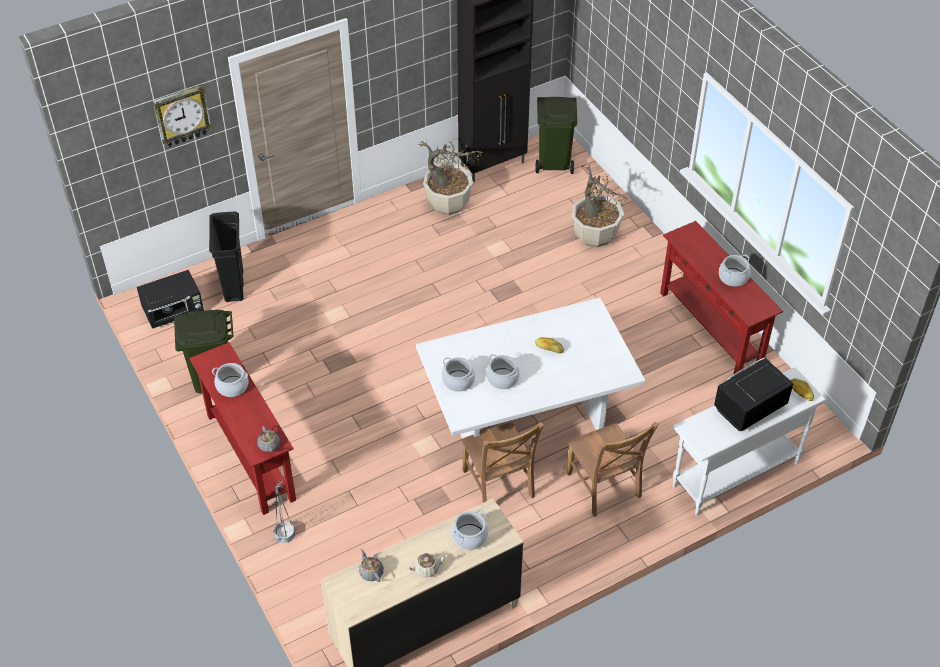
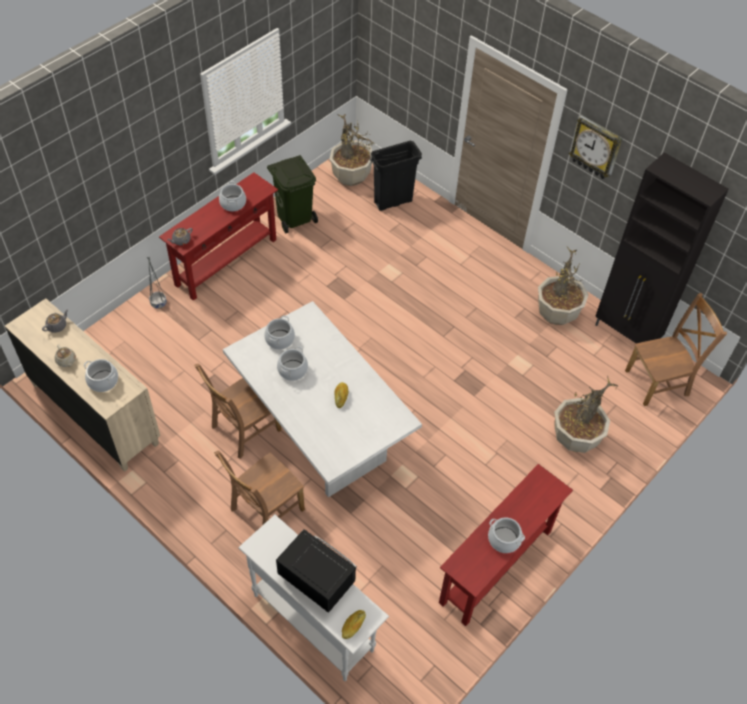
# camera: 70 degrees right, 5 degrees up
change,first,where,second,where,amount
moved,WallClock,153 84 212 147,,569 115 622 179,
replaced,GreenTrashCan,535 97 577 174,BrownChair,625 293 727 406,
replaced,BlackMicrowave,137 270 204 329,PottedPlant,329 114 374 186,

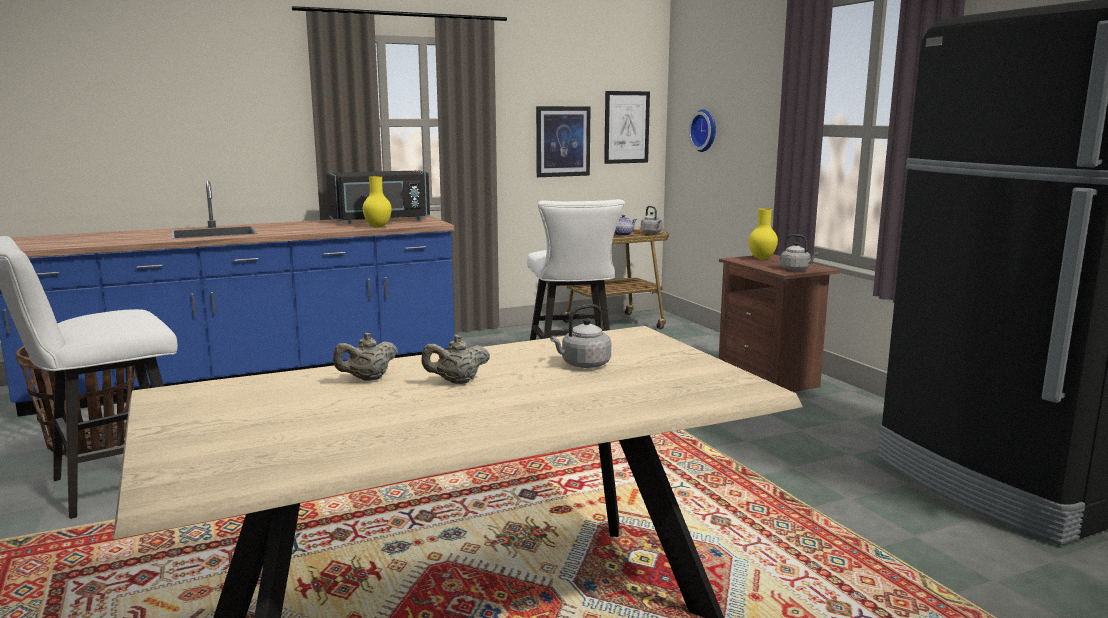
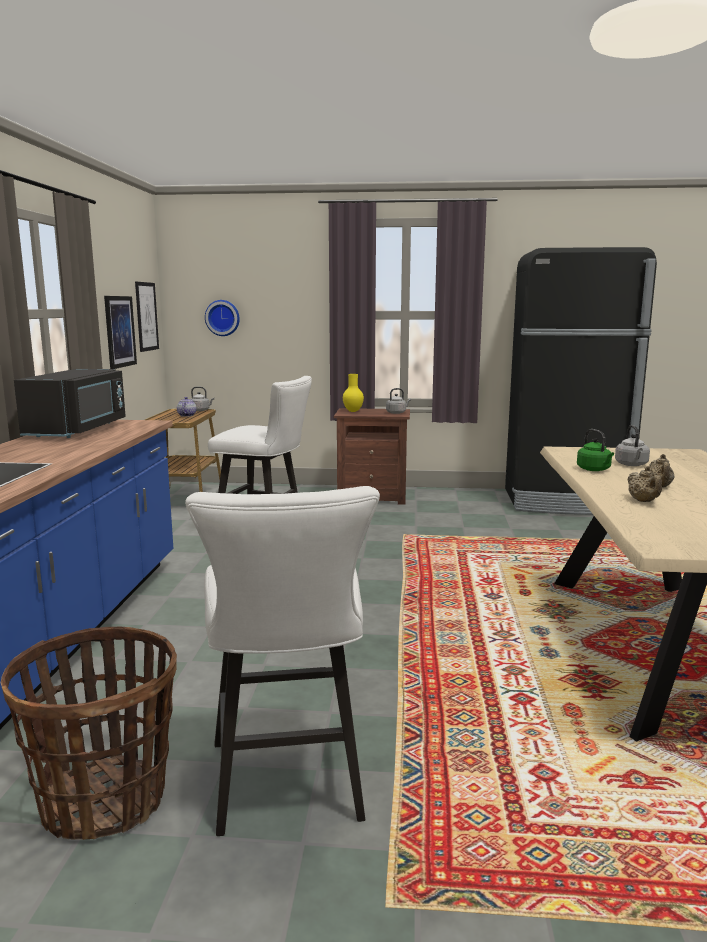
# camera: 60 degrees left, 0 degrees up
change,first,where,second,where,amount
removed,YellowVase,363 176 392 228,,,
added,,,GreenKettle,577 429 614 471,

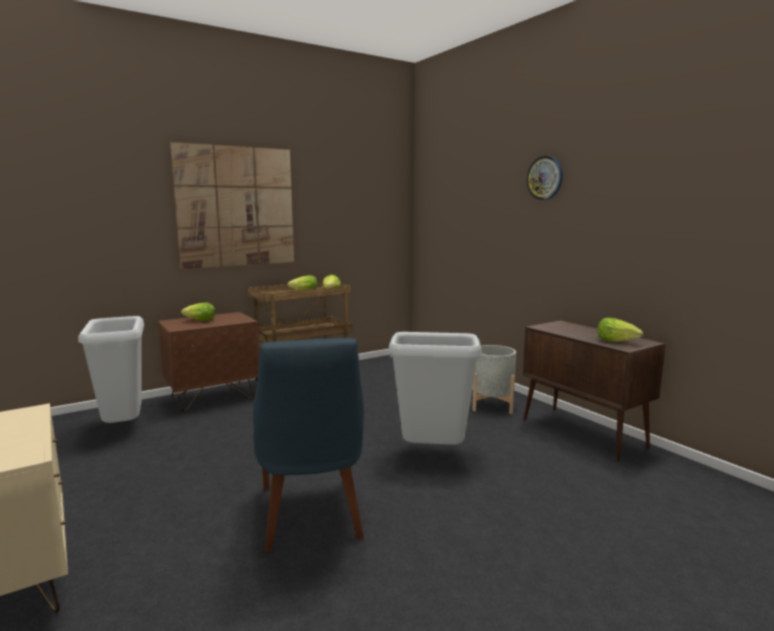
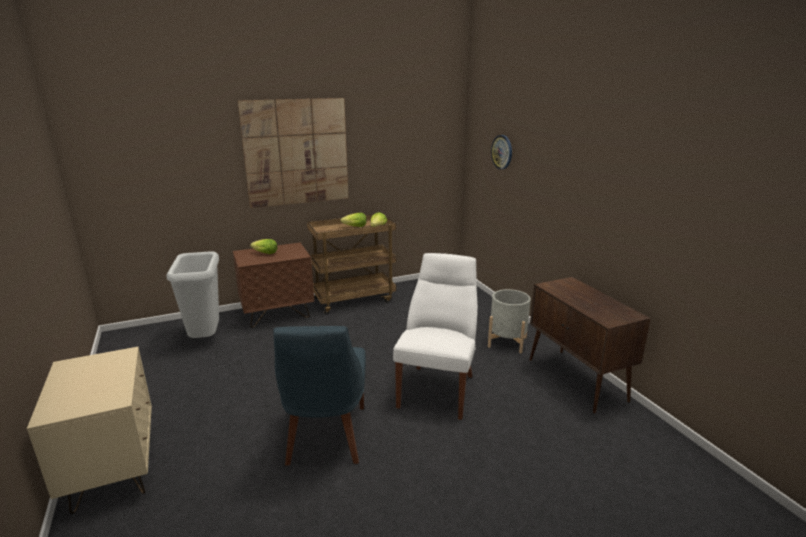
# camera: 10 degrees right, 10 degrees up
change,first,where,second,where,amount
moved,WallClock,526 156 563 200,,491 135 512 169,
removed,Lettuce,597 318 643 342,,,
replaced,GreyTrashCan,389 332 481 445,WhiteChair,393 253 478 420,

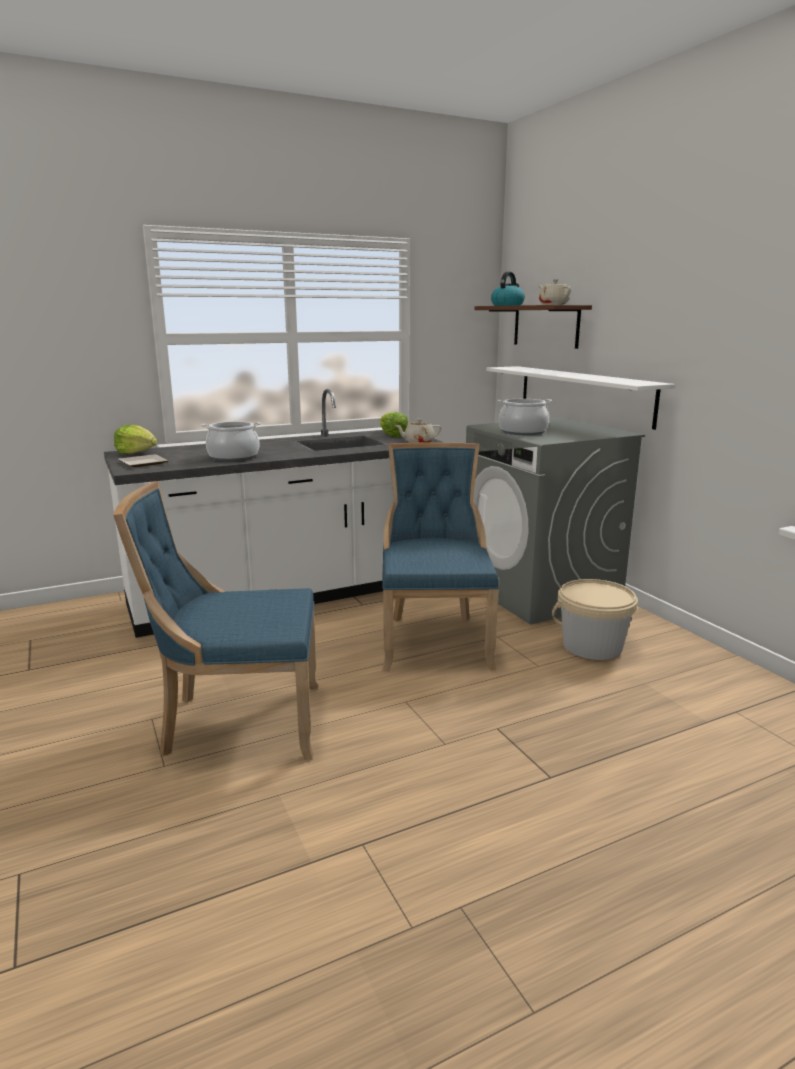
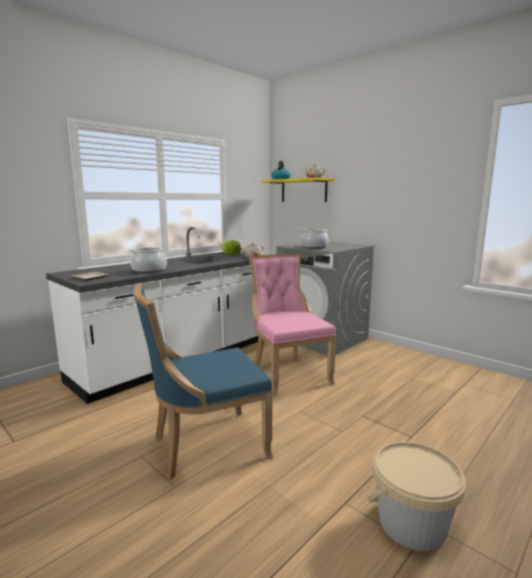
# camera: 20 degrees left, 5 degrees down
change,first,where,second,where,amount
recoloured,BrownShelf,474 305 592 349,YellowShelf,261 177 335 202,
removed,WhiteShelf,486 366 675 430,,,
removed,Lettuce,114 425 157 454,,,
recoloured,BlueChair,382 443 499 671,PinkChair,249 254 336 396,
moved,BeigeBucket,552 579 638 660,,368 442 466 551,

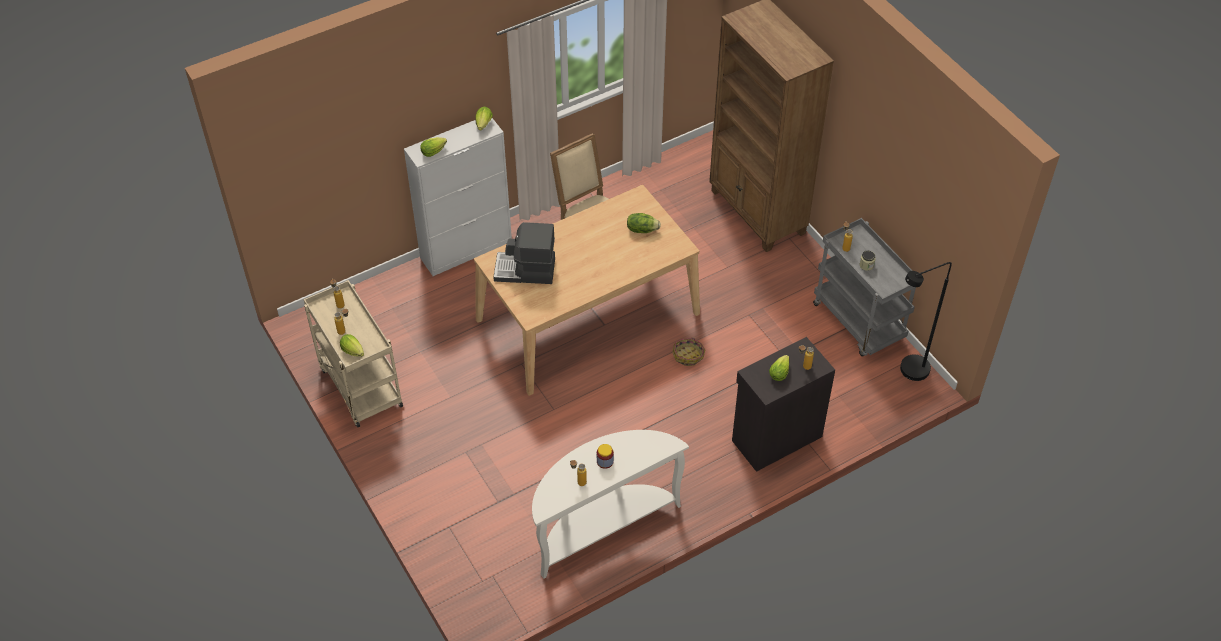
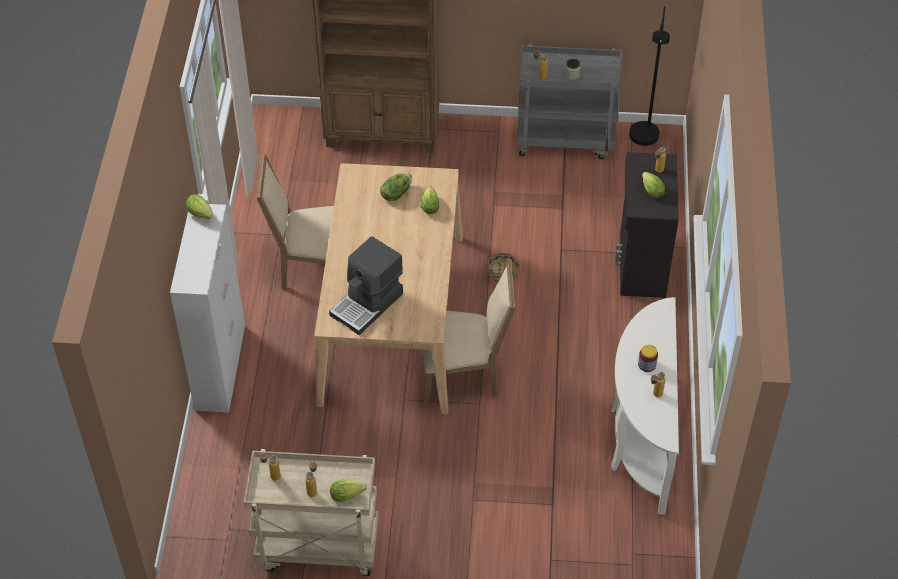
# camera: 55 degrees left, 0 degrees up
change,first,where,second,where,amount
moved,Lettuce,420 137 447 157,,420 187 439 214,
added,,,BeigeChair,422 258 515 405,

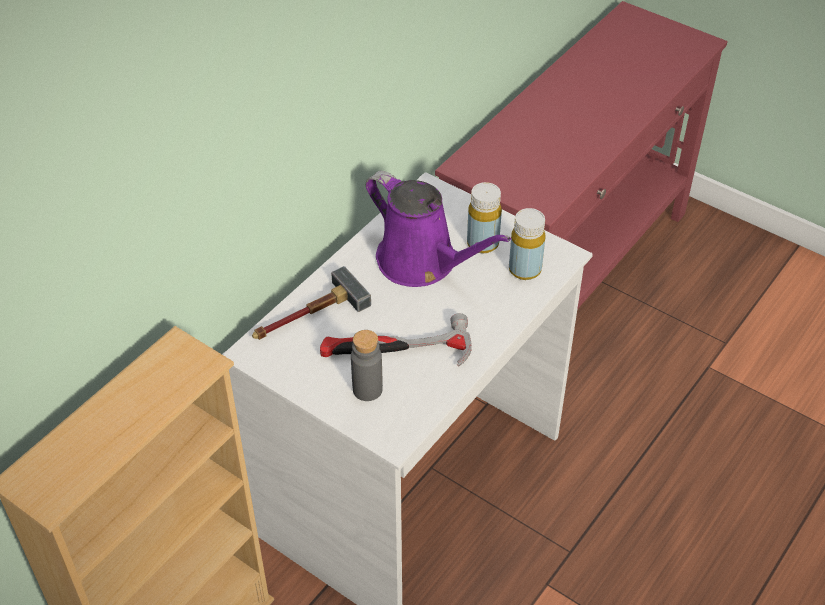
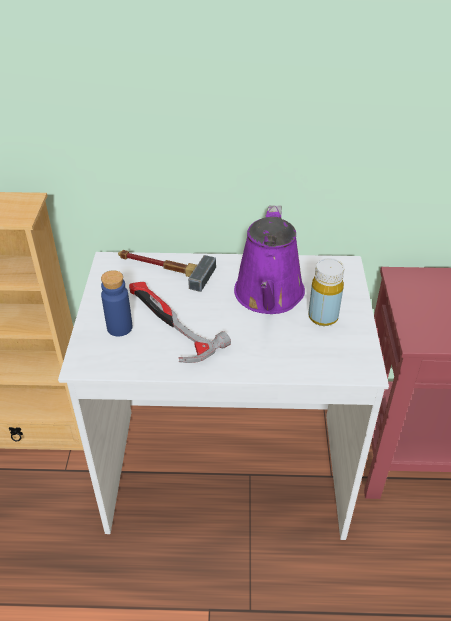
# camera: 55 degrees right, 5 degrees down
change,first,where,second,where,amount
removed,YellowBottle,509 208 545 280,,,
recoloured,GreyBottle,351 330 383 401,BlueBottle,101 270 132 336,

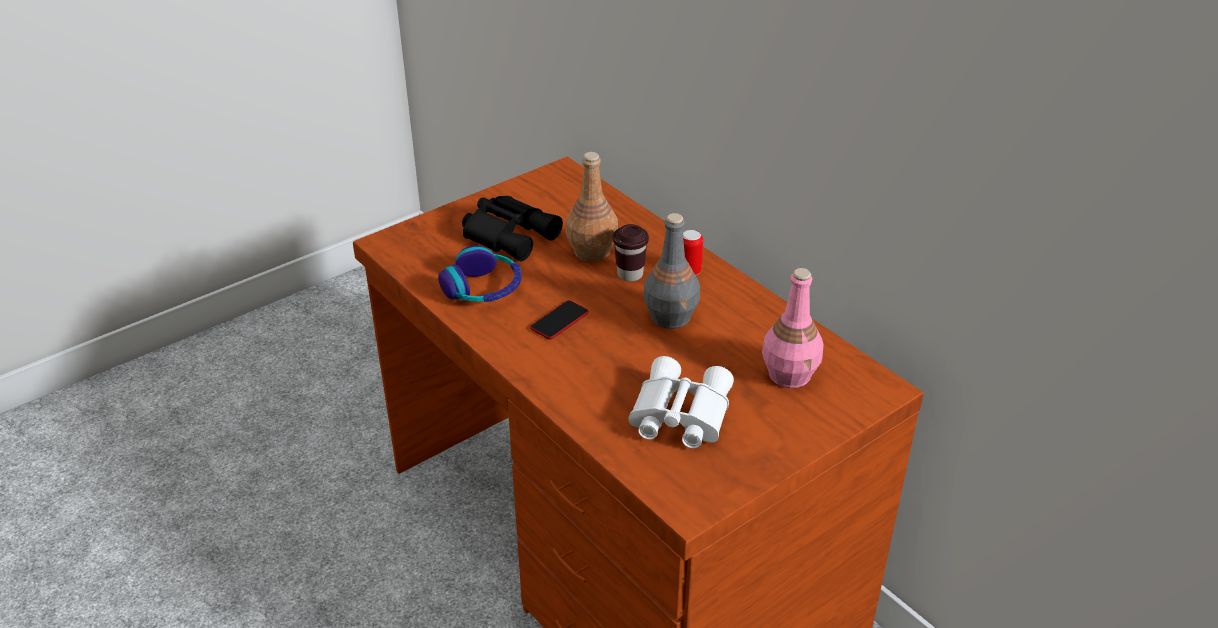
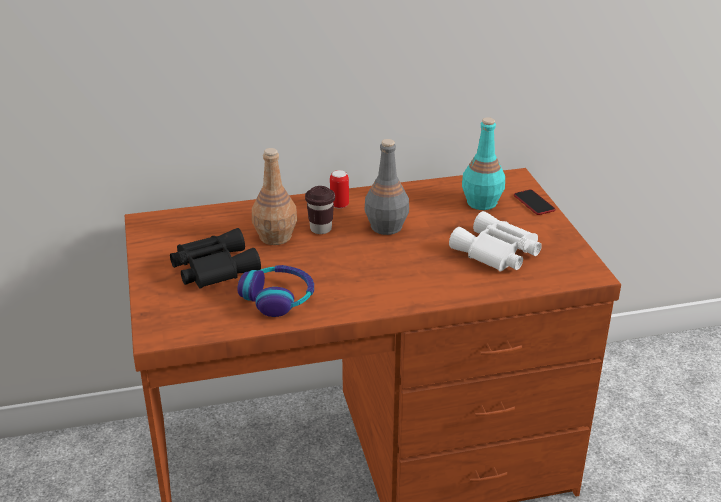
# camera: 65 degrees left, 5 degrees down
change,first,where,second,where,amount
recoloured,PinkBottle,762 268 824 388,TurquoiseBottle,462 117 505 210,
moved,Phone,530 300 589 339,,514 189 556 215,

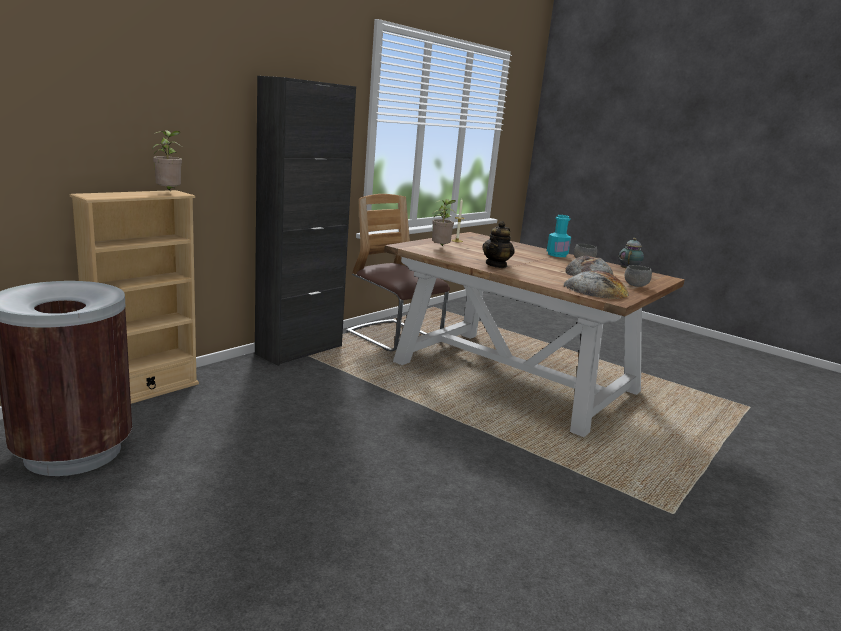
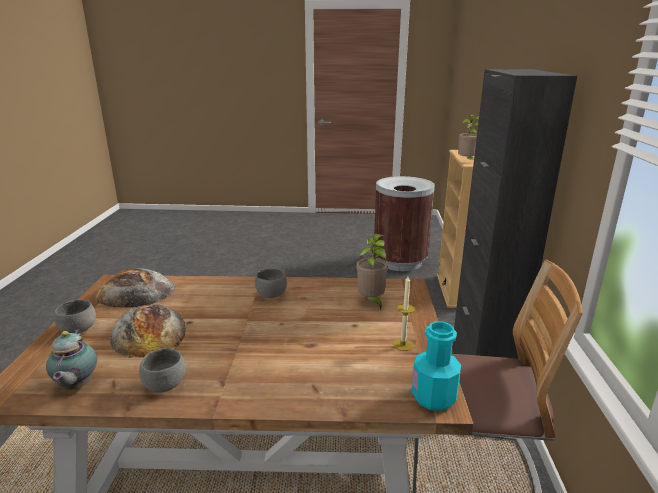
# camera: 145 degrees right, 5 degrees up
change,first,where,second,where,amount
moved,TurquoiseBottle,547 215 571 257,,412 321 461 411,
replaced,Teapot,482 221 515 268,GreyBowl,255 268 287 298,

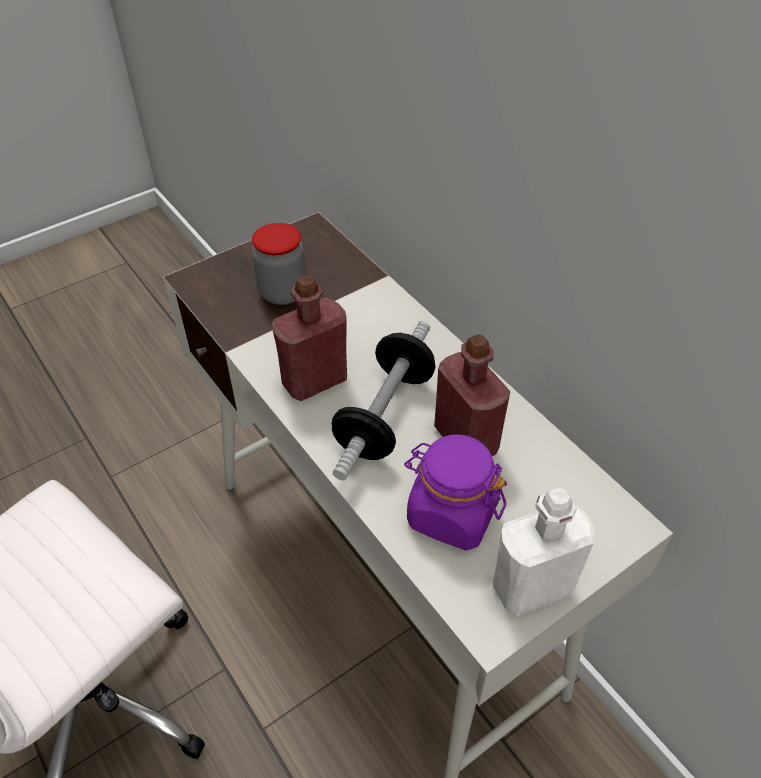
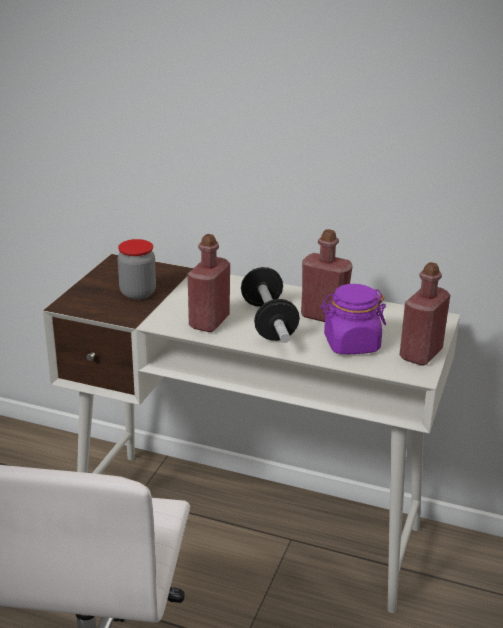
# camera: 35 degrees left, 20 degrees down
change,first,where,second,where,amount
recoloured,WhiteBottle,493 488 596 617,RedBottle,399 262 450 366,

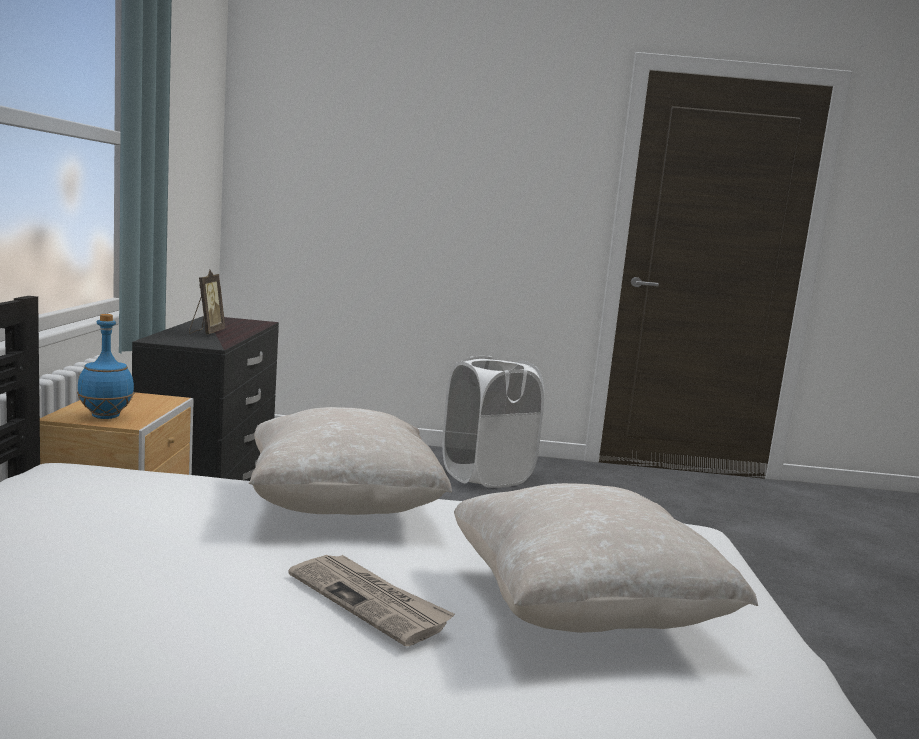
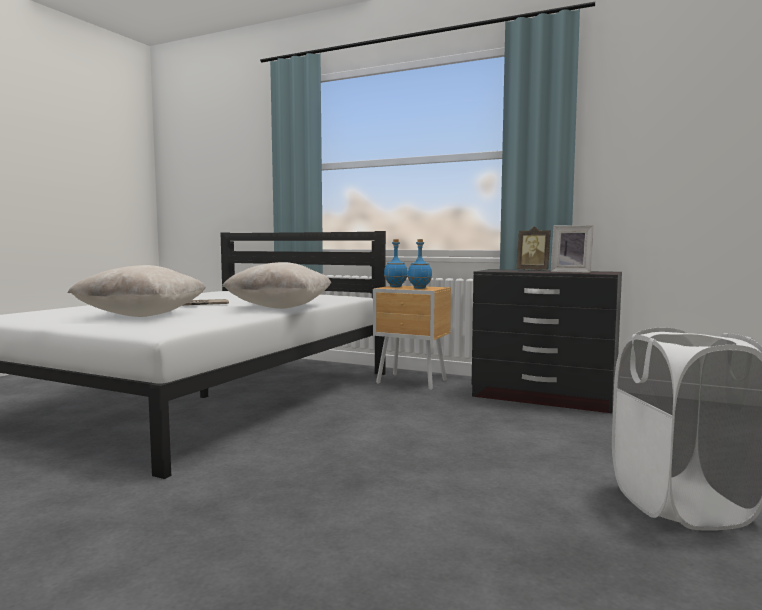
# camera: 115 degrees right, 5 degrees down
change,first,where,second,where,amount
added,,,PictureFrame,551 225 594 273,
added,,,BlueBottle,408 239 432 289,

